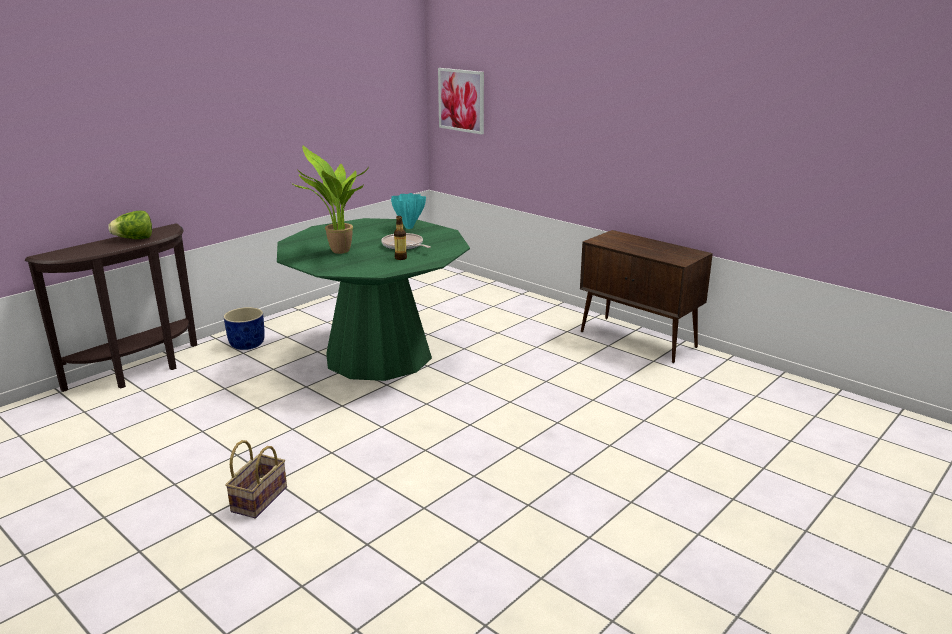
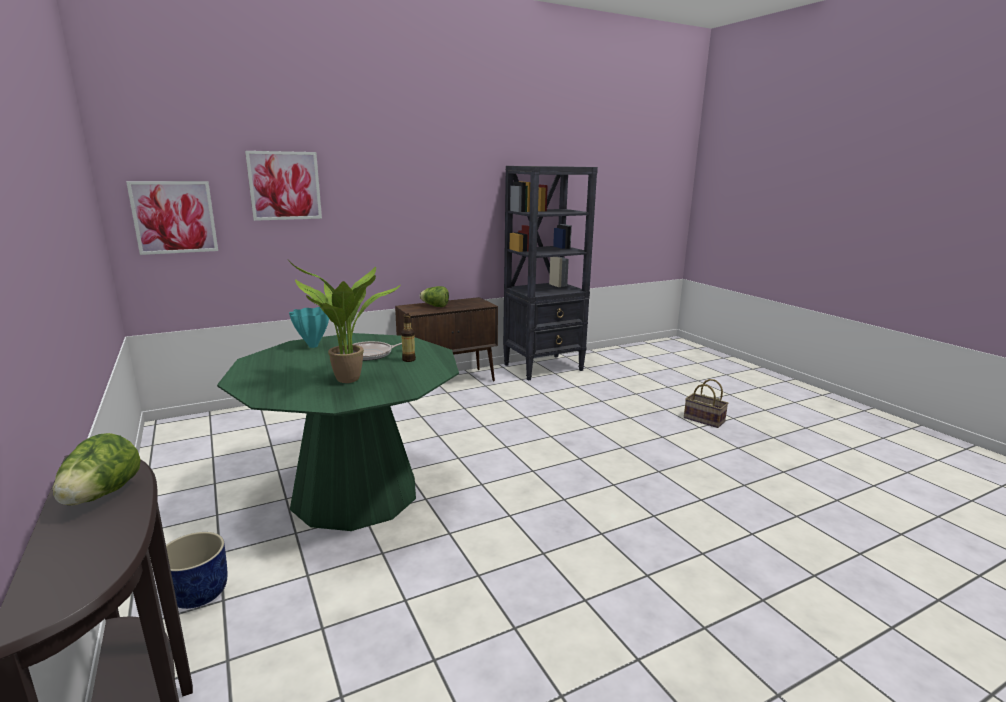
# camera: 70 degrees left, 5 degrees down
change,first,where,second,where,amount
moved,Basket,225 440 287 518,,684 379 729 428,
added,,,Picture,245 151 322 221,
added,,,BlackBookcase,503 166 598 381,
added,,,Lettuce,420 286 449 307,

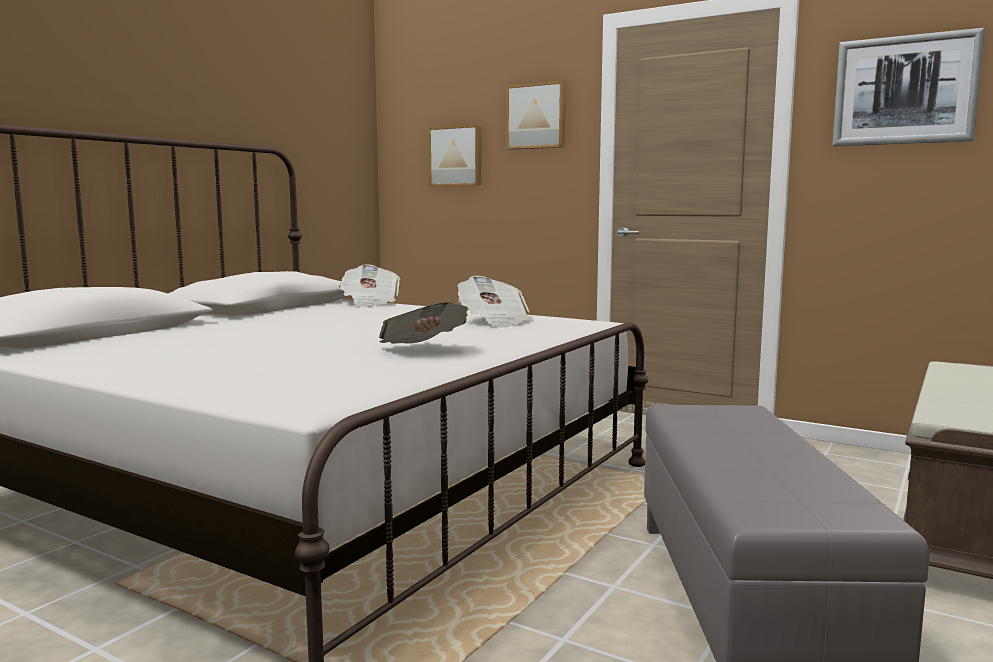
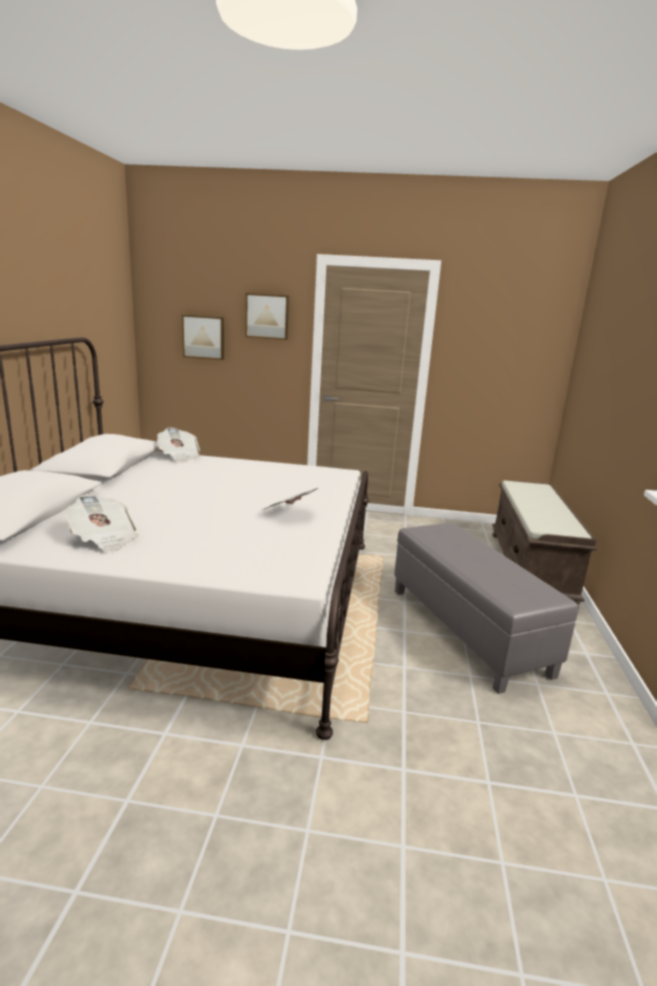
# camera: 25 degrees left, 10 degrees up
change,first,where,second,where,amount
removed,Picture,832 28 985 146,,,
moved,Newspaper,458 276 531 328,,66 495 139 553,

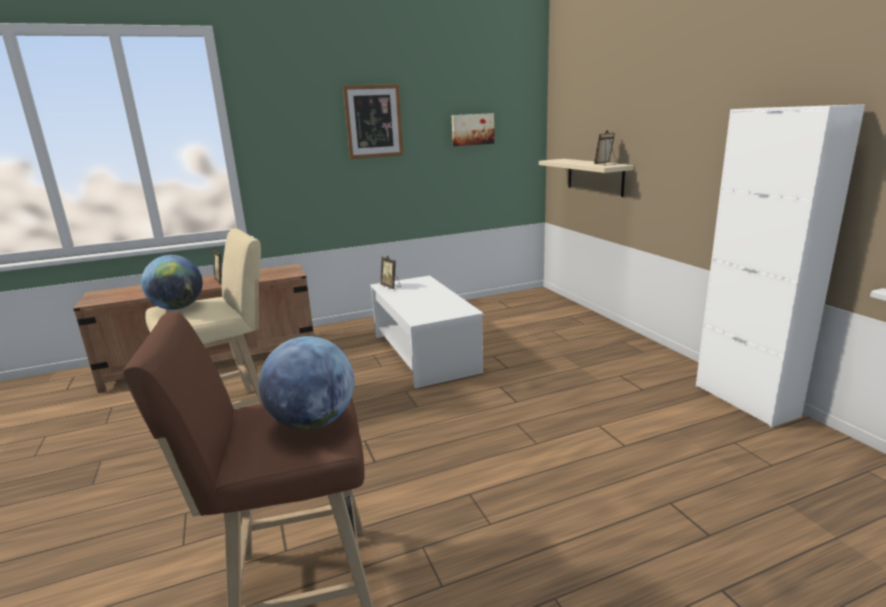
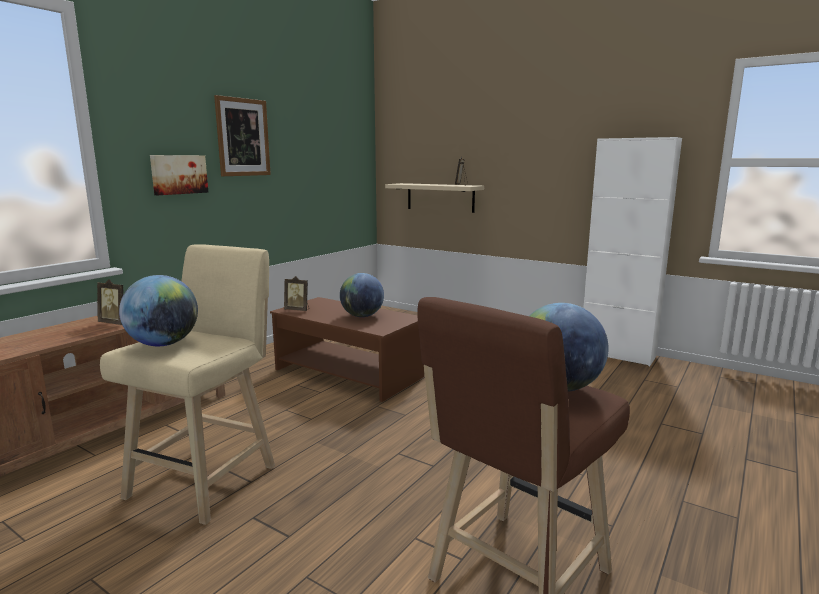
# camera: 35 degrees left, 5 degrees down
change,first,where,second,where,amount
moved,Picture,452 113 494 146,,150 155 209 195,
recoloured,WhiteCoffeeTable,370 276 484 389,BrownCoffeeTable,270 297 424 402,
added,,,Globe,340 273 384 317,

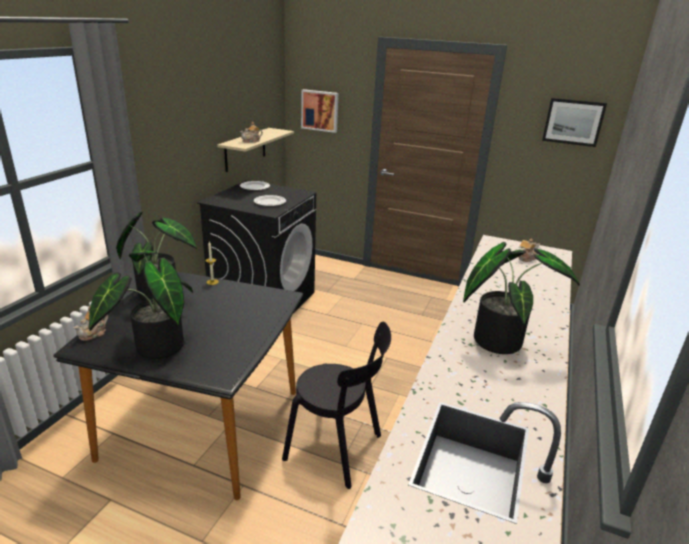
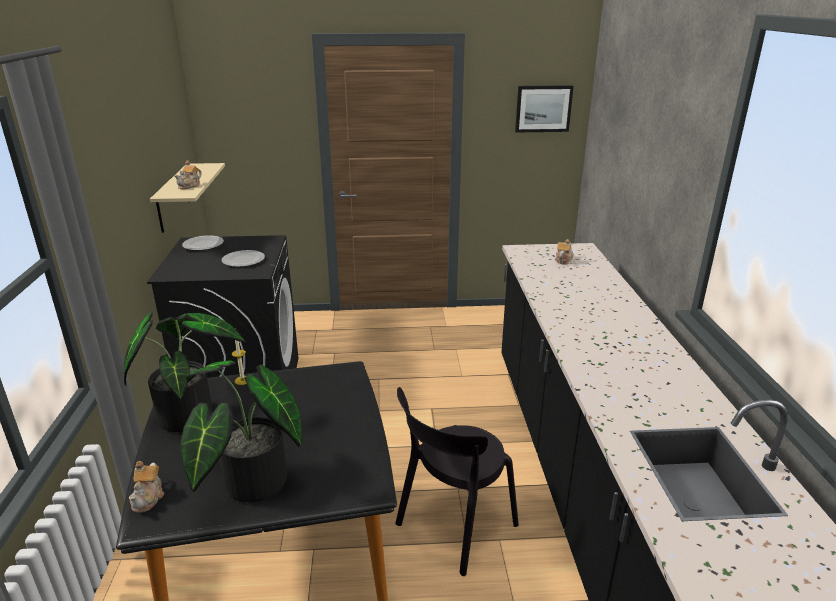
# camera: 25 degrees left, 0 degrees up
change,first,where,second,where,amount
removed,Picture,301 89 338 133,,,
removed,PottedPlant,463 242 580 354,,,
turned,BlackChair,282 322 391 489,,395 387 519 576,135 degrees clockwise

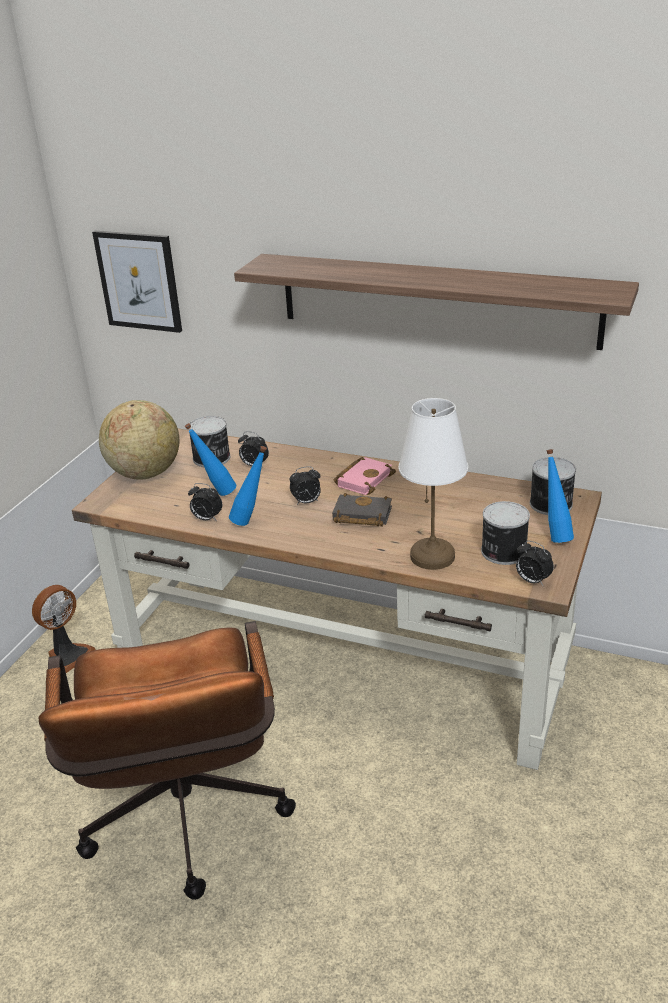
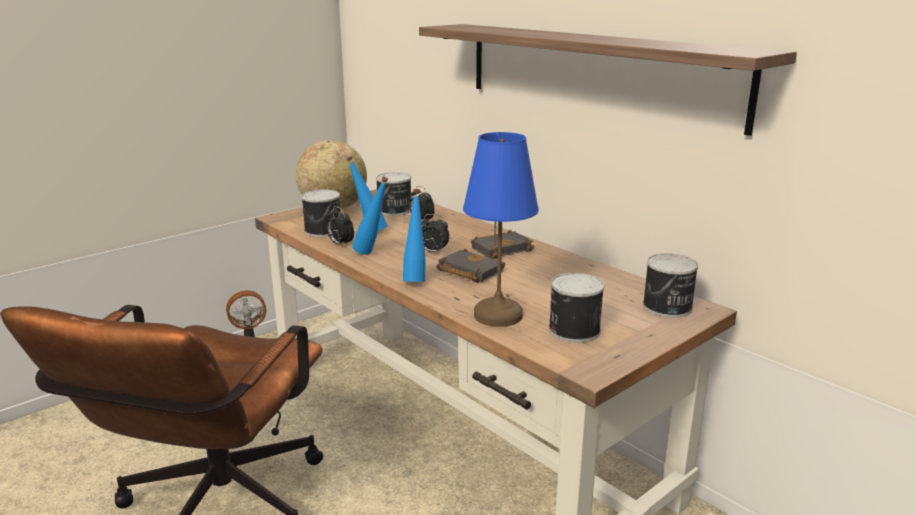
# camera: 25 degrees right, 10 degrees down
change,first,where,second,where,amount
removed,Picture,92 231 182 333,,,
recoloured,WhiteTableLamp,399 398 468 570,BlueTableLamp,463 132 539 327,
moved,BlueBottle,546 449 574 543,,403 189 426 282,
recoloured,PinkBook,333 457 396 495,BlackBook,471 230 534 259,
removed,AlarmClock,516 541 554 586,,,
added,,,Can,301 189 341 237,

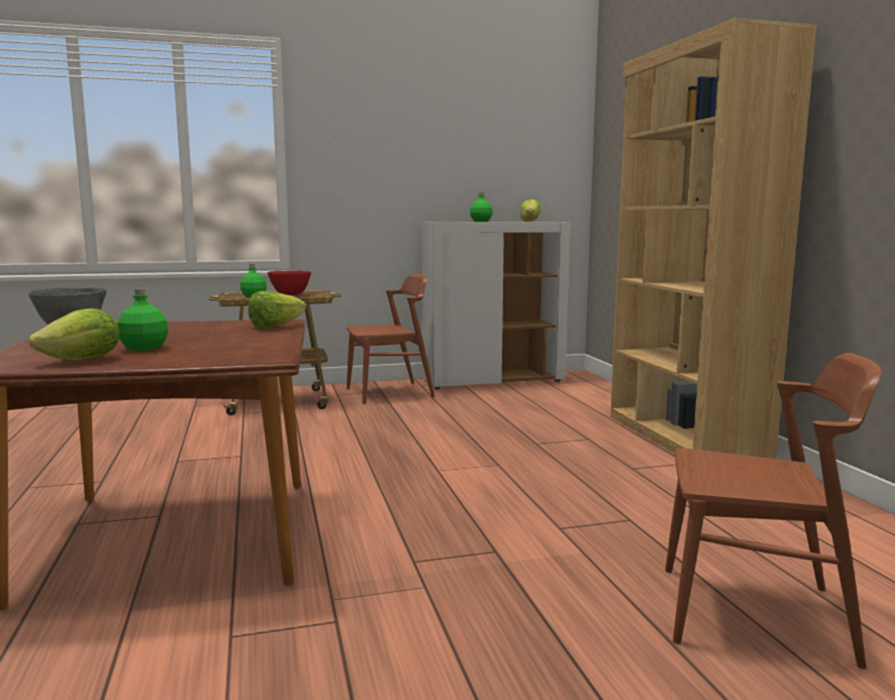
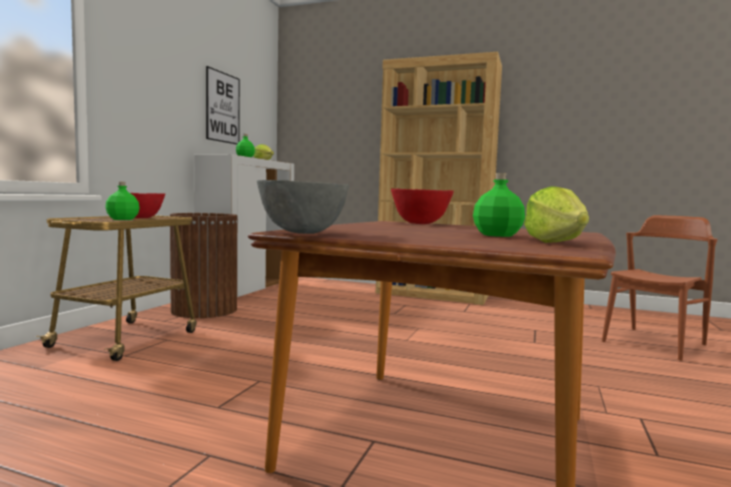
# camera: 55 degrees left, 5 degrees down
change,first,where,second,where,amount
replaced,BrownChair,347 274 435 404,BrownTrashCan,170 213 238 318,
replaced,Lettuce,248 291 306 329,RedBowl,391 188 454 224,
added,,,Picture,206 66 240 145,

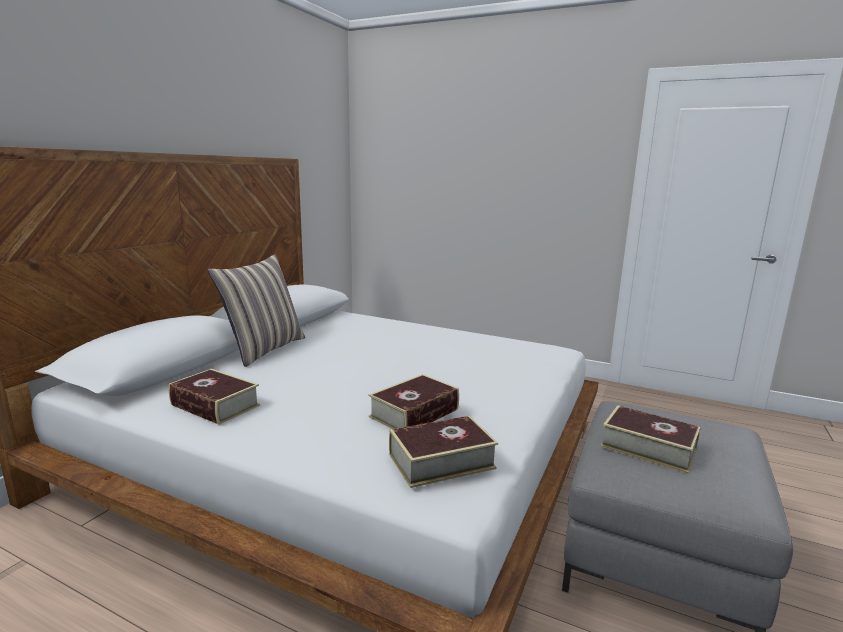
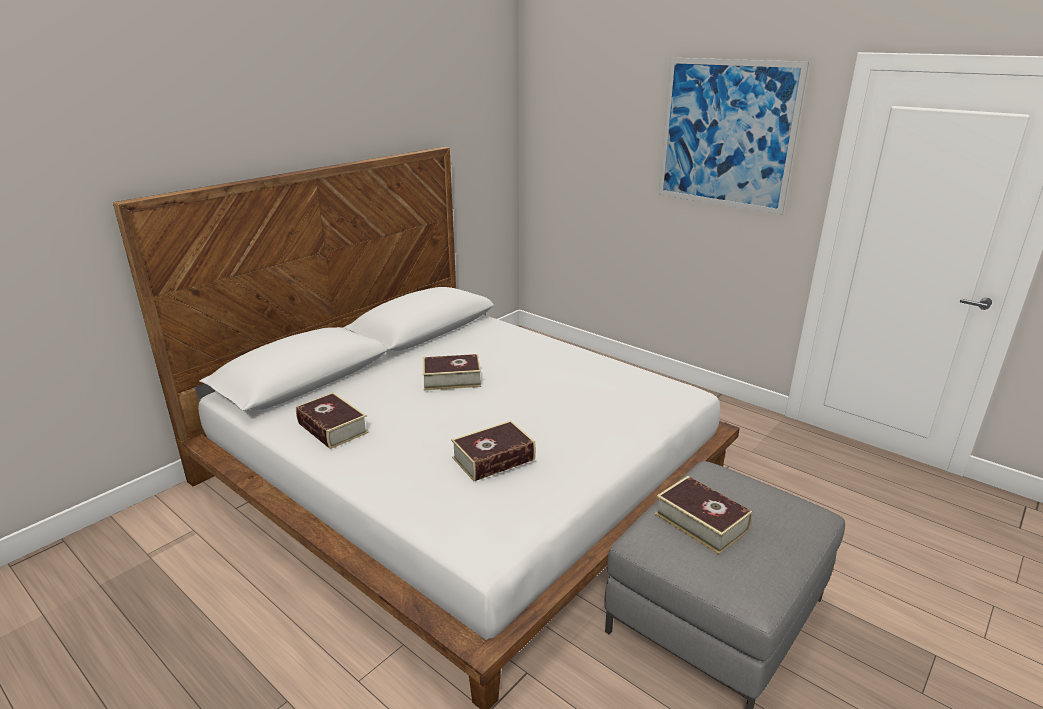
# camera: 15 degrees right, 10 degrees up
change,first,where,second,where,amount
removed,Pillow,208 254 305 367,,,
moved,Book,389 416 498 488,,423 354 481 391,
added,,,Picture,658 58 809 215,

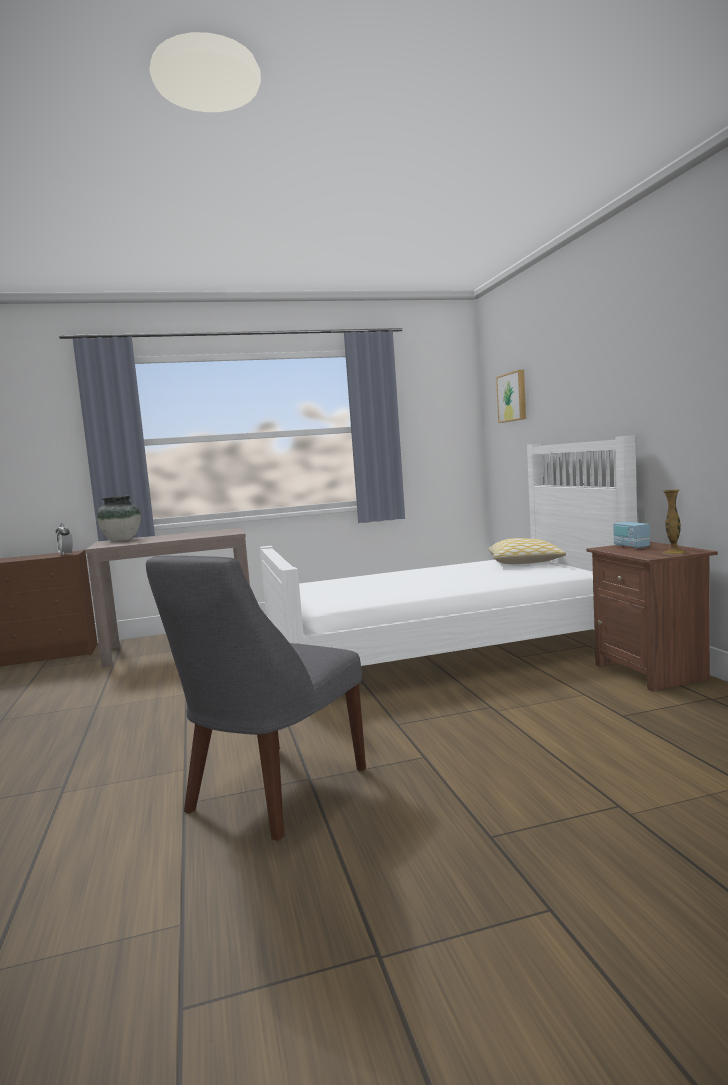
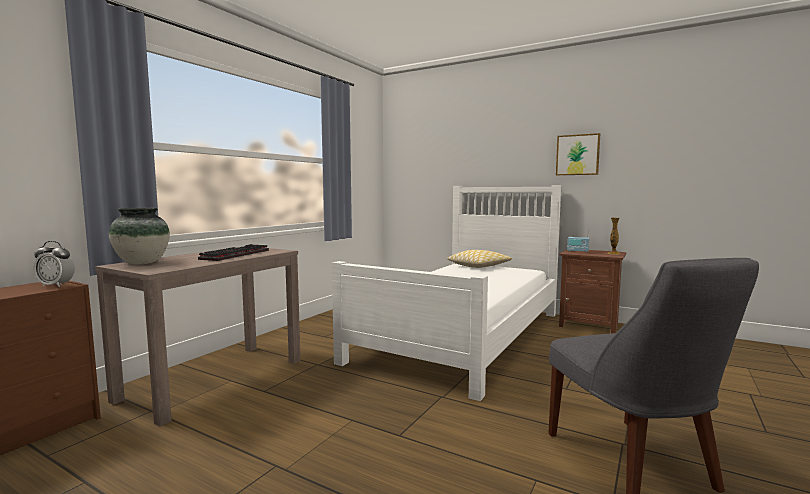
# camera: 45 degrees left, 0 degrees up
change,first,where,second,where,amount
moved,Picture,496 370 526 423,,556 133 600 175,
added,,,Keyboard,198 244 269 261,

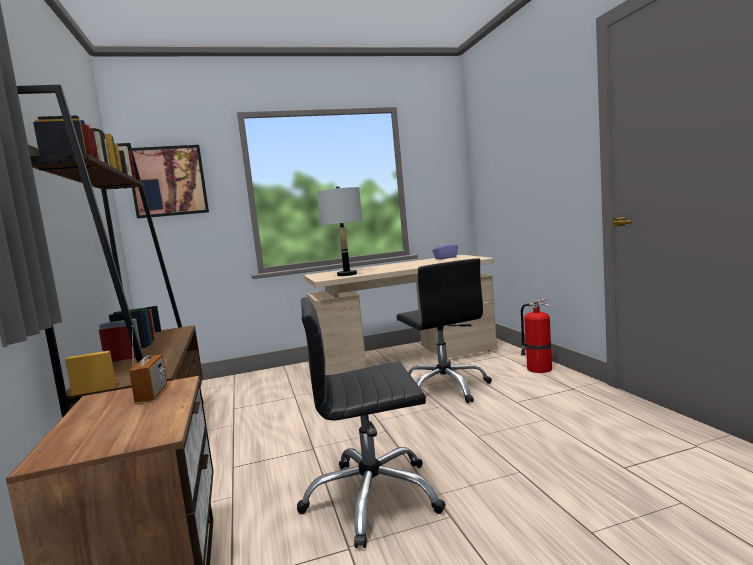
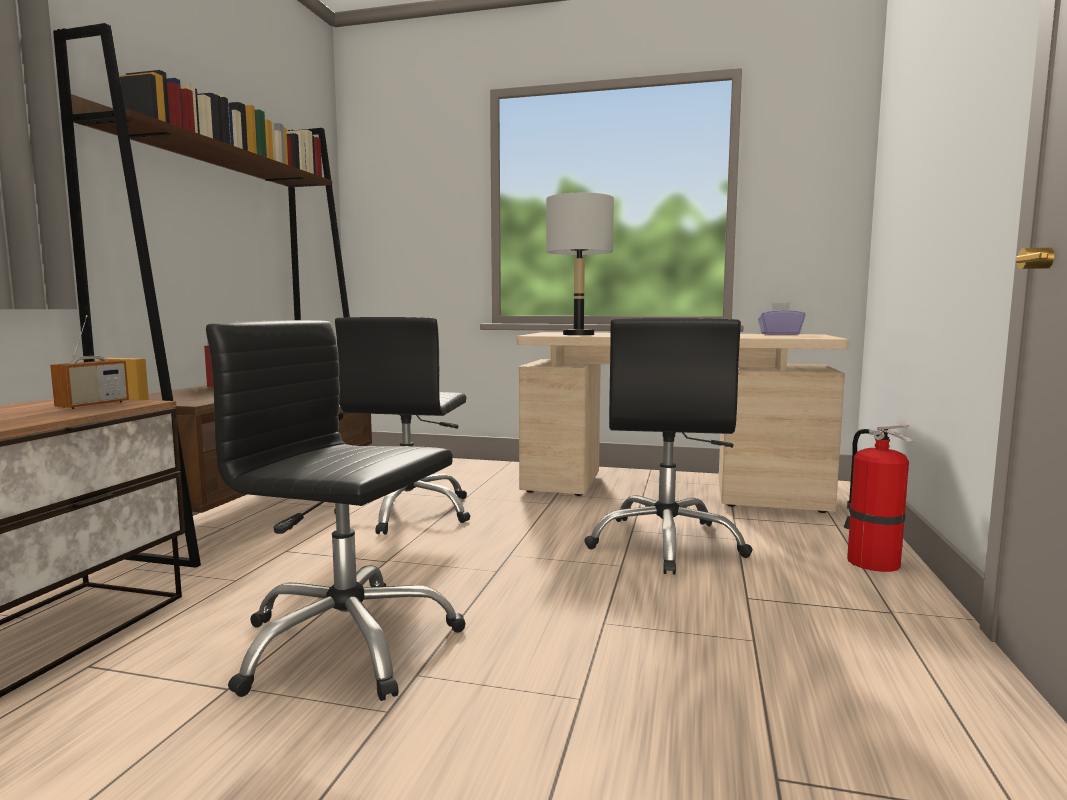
# camera: 30 degrees right, 0 degrees up
change,first,where,second,where,amount
removed,Picture,132 145 209 218,,,
added,,,BlackOfficeChair,334 317 470 535,

